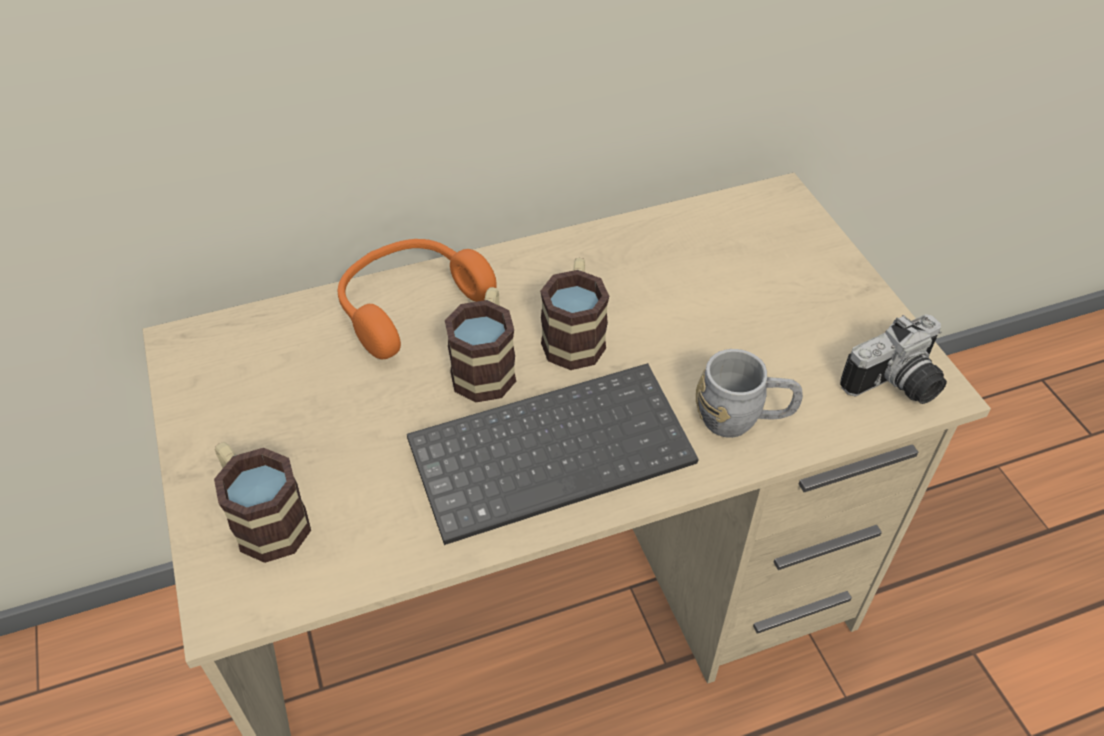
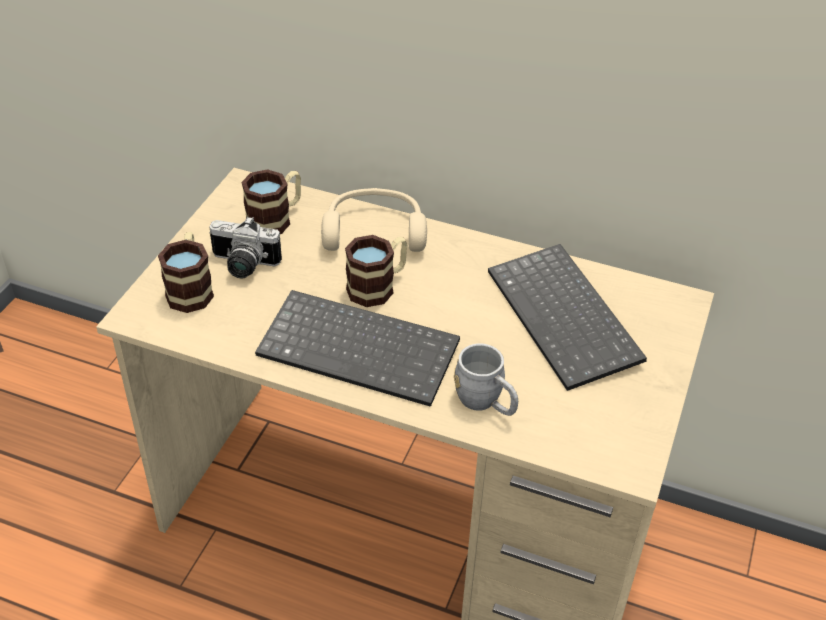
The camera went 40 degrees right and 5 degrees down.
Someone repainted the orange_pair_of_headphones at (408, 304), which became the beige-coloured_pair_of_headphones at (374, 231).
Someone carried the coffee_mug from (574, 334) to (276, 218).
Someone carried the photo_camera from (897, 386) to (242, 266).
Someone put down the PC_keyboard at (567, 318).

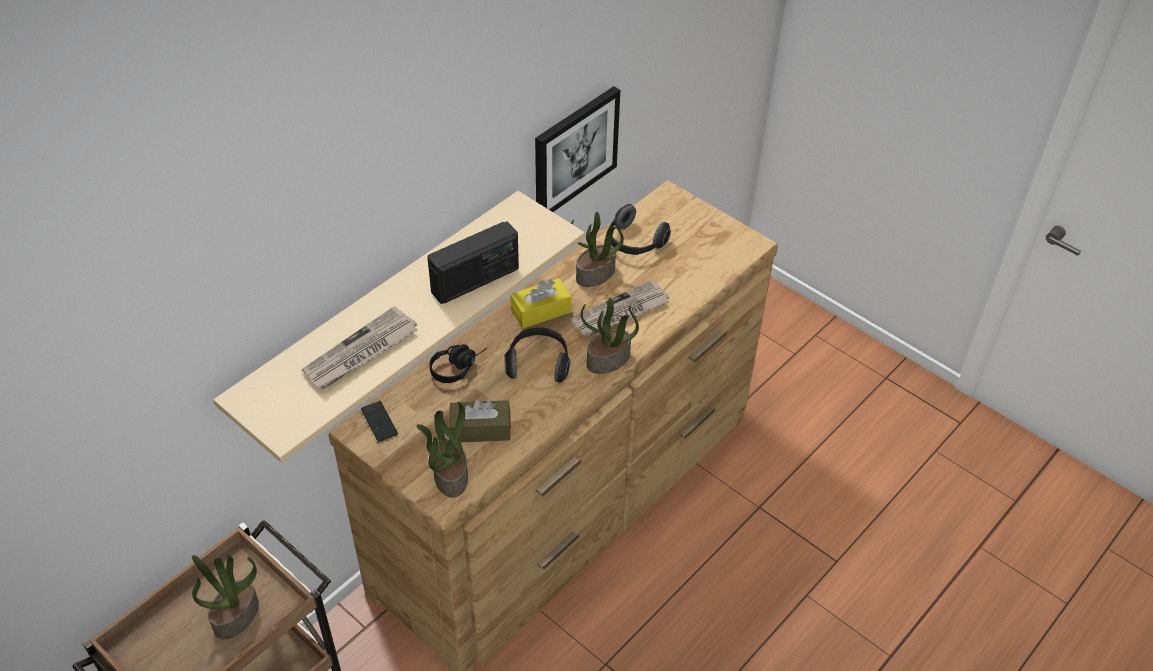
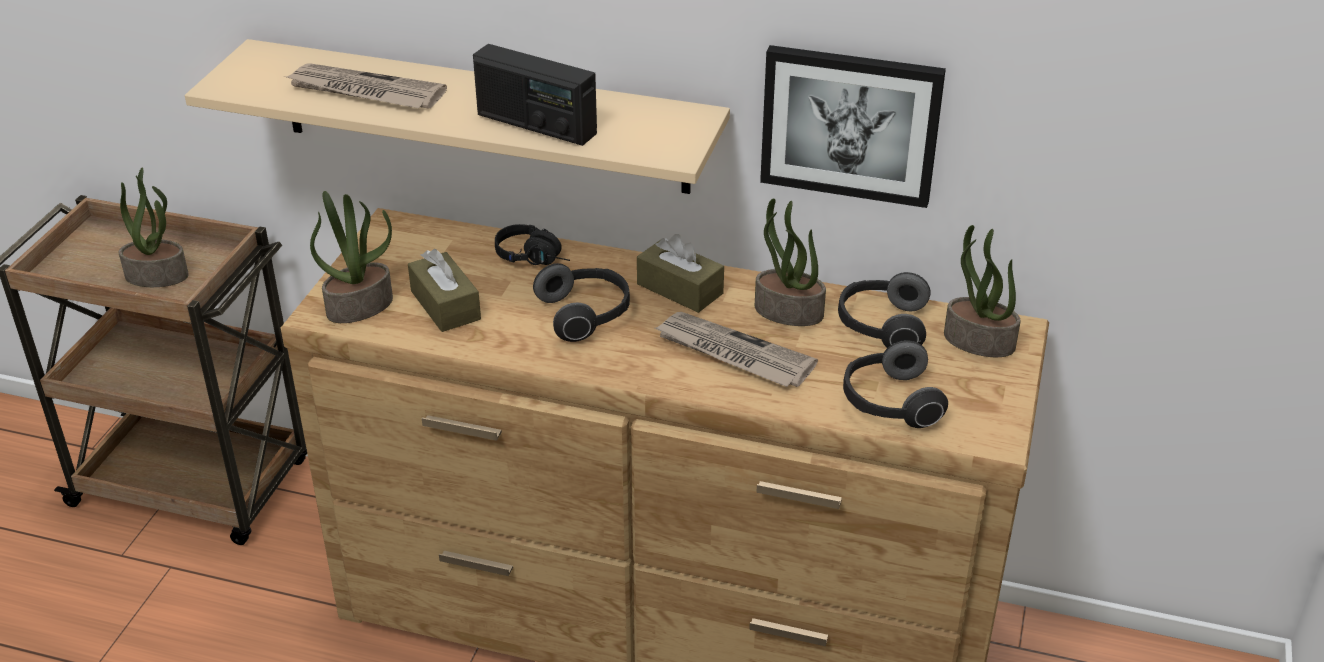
The camera went 65 degrees right and 10 degrees down.
Someone repainted the yellow-coloured_tissue_box at (540, 311), which became the brown_tissue_box at (680, 289).
Someone carried the houseplant from (608, 360) to (977, 342).
Someone took away the phone at (379, 422).
Someone put down the pair_of_headphones at (889, 403).

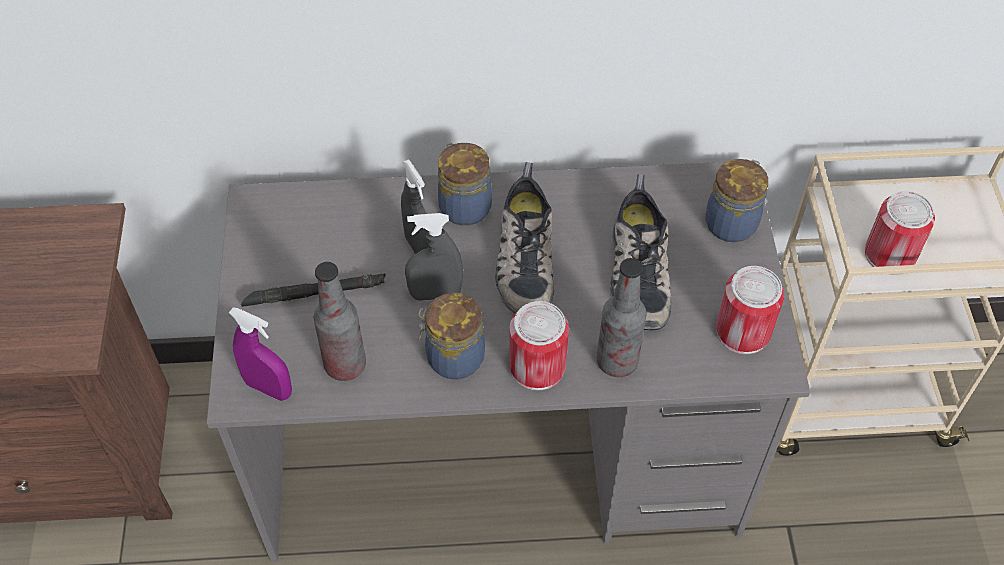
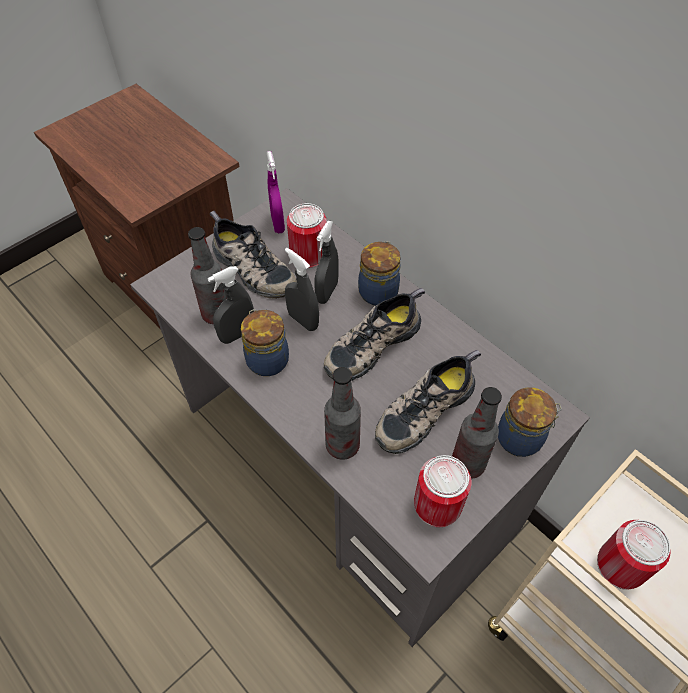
The camera went 50 degrees right and 0 degrees up.
Someone swapped the blackish_torch at (314, 293) for the item_of_footwear at (251, 269).
Someone carried the can from (537, 366) to (308, 254).
Someone carried the purplish_spray_bottle from (269, 388) to (277, 223).
Someone put down the gray_spray_bottle at (237, 334).
Someone put down the beverage_bottle at (467, 464).

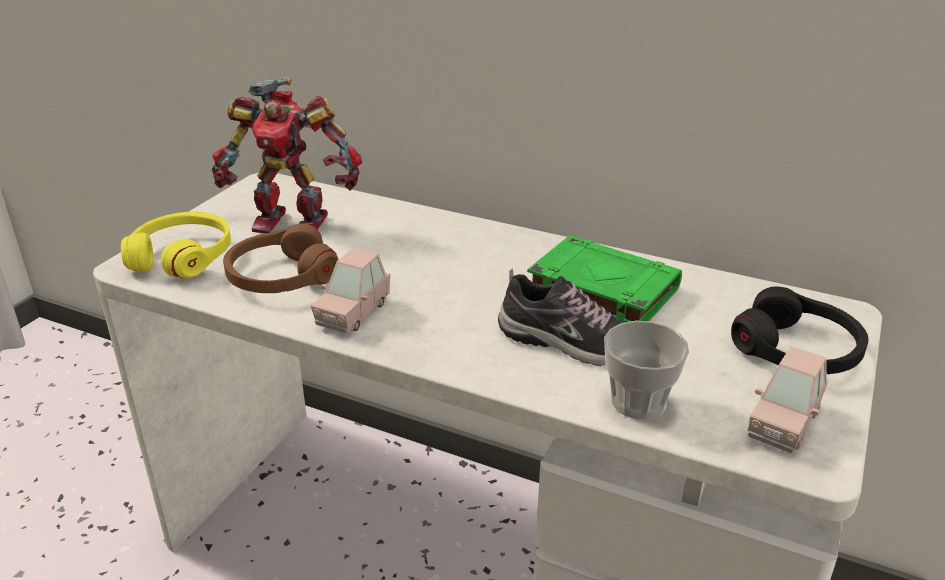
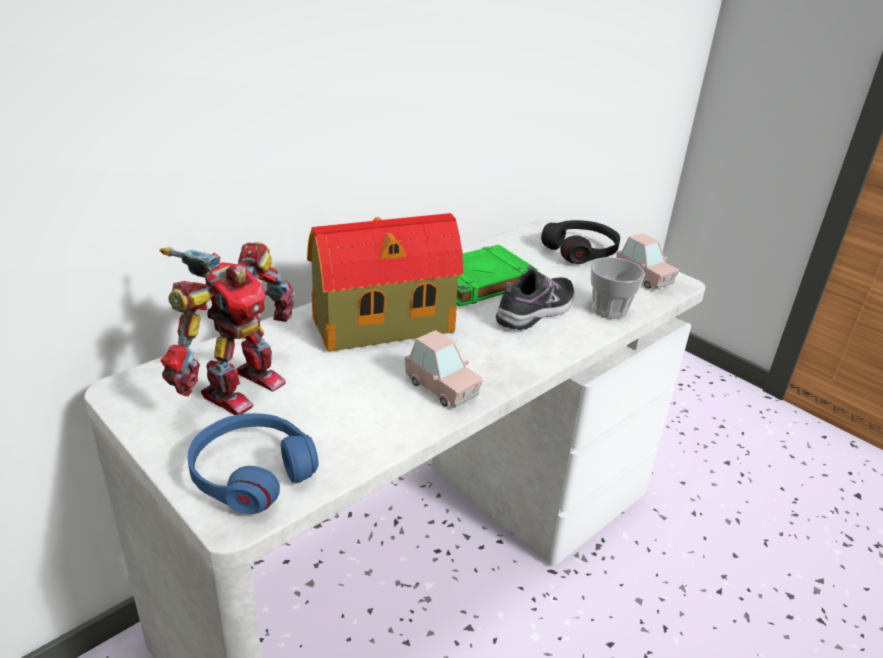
The camera went 70 degrees left and 0 degrees up.
Someone repainted the yellow-coloured_pair_of_headphones at (182, 257), which became the bluish_pair_of_headphones at (251, 473).
Someone took away the brown_pair_of_headphones at (281, 277).
Someone put down the miniature_house at (380, 326).

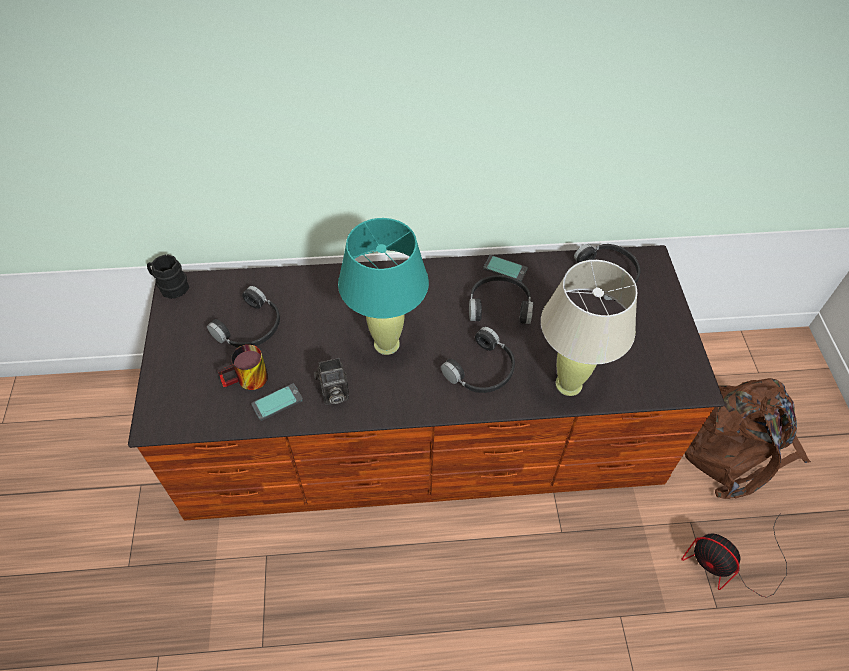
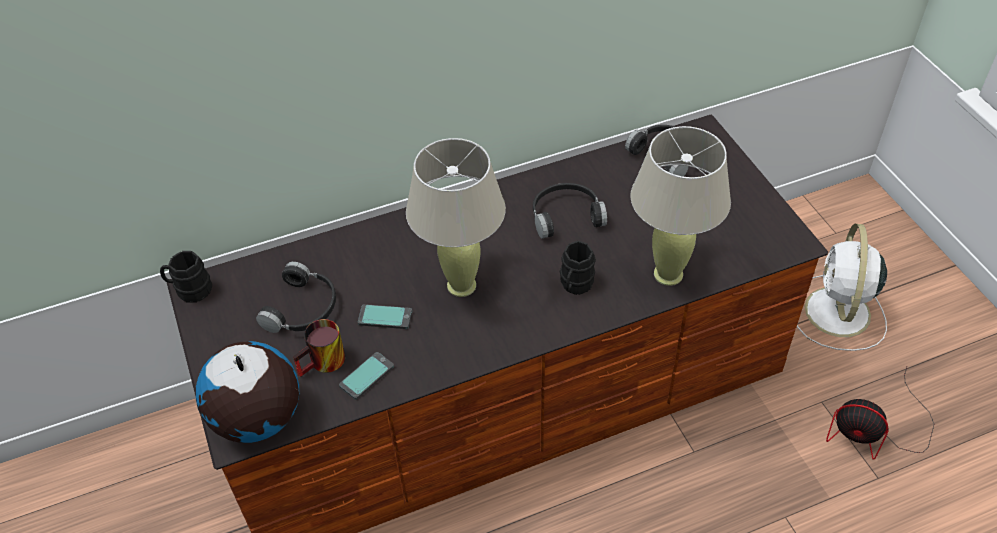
The camera went 15 degrees left and 5 degrees down.
Someone repainted the blue-green_lamp_for_a_table at (386, 343), which became the beige-coloured_lamp_for_a_table at (461, 285).
Someone carried the phone from (505, 269) to (385, 317).
Someone swapped the blackish_pair_of_headphones at (482, 371) for the blackish_coffee_mug at (575, 285).
Someone took away the photo_camera at (333, 394).
Someone swapped the brown_knapsack at (733, 447) for the white_electric_fan at (837, 314).
Someone put down the globe at (257, 419).

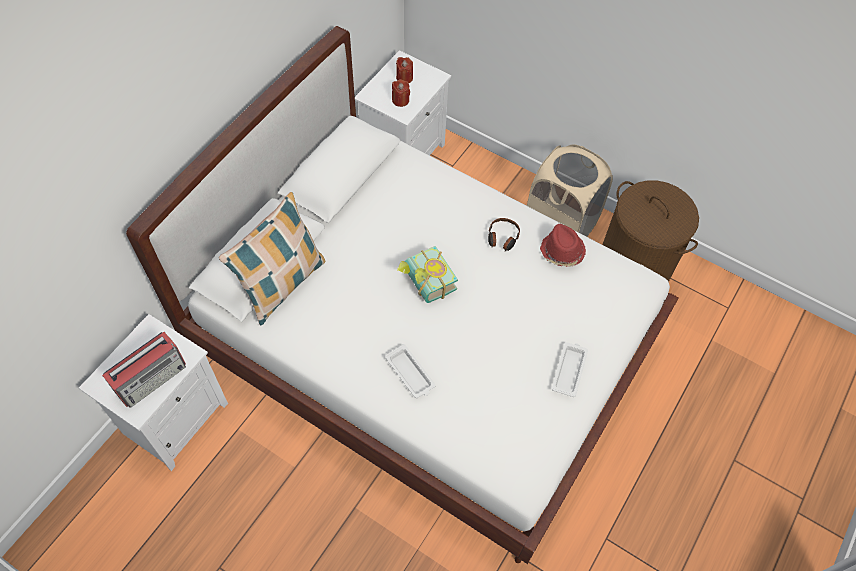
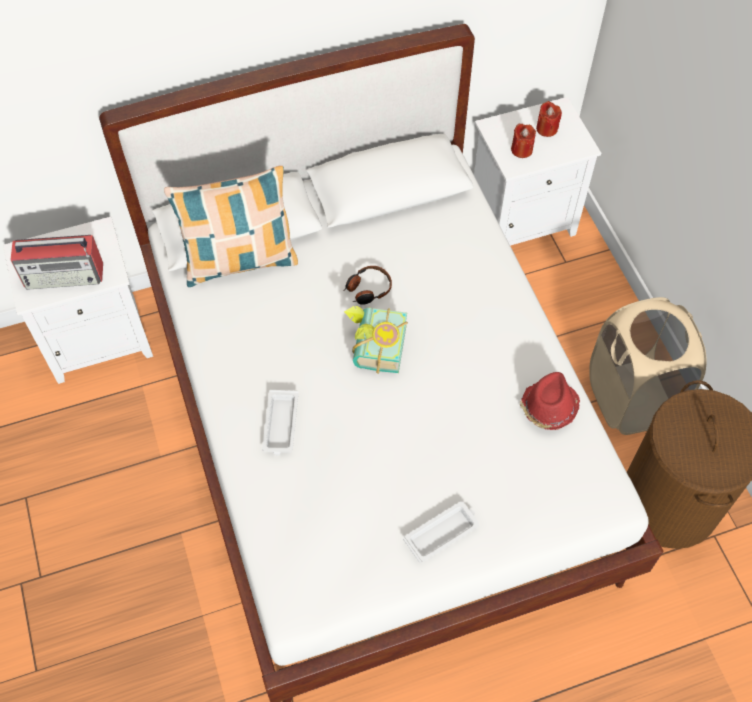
The camera went 40 degrees right and 0 degrees up.
Someone carried the pair_of_headphones from (502, 238) to (368, 289).

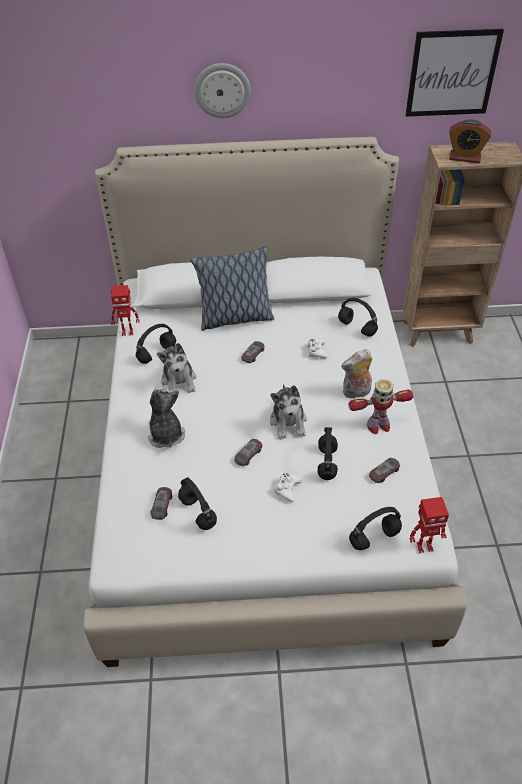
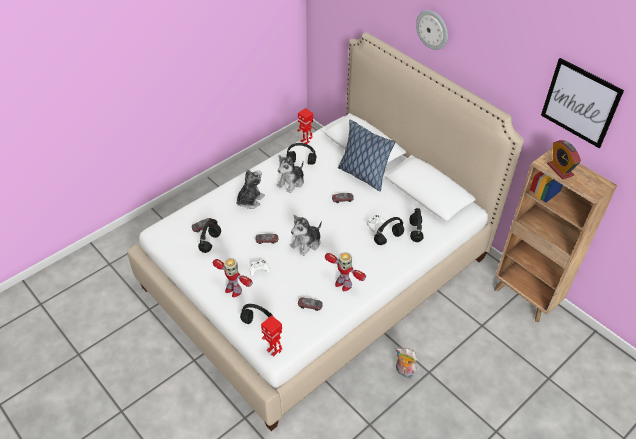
The camera went 50 degrees right and 0 degrees up.
Someone carried the plush_toy from (356, 393) to (404, 372).
Someone carried the blackish_pair_of_headphones from (327, 463) to (388, 239).
Someone put down the model_robot at (233, 290).

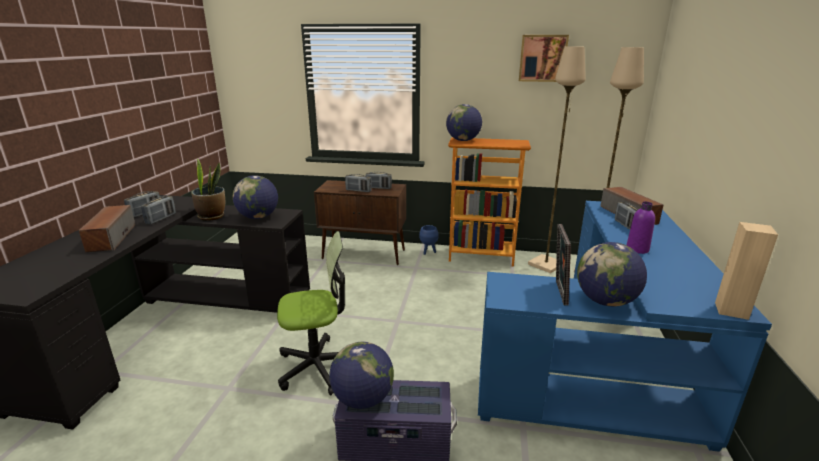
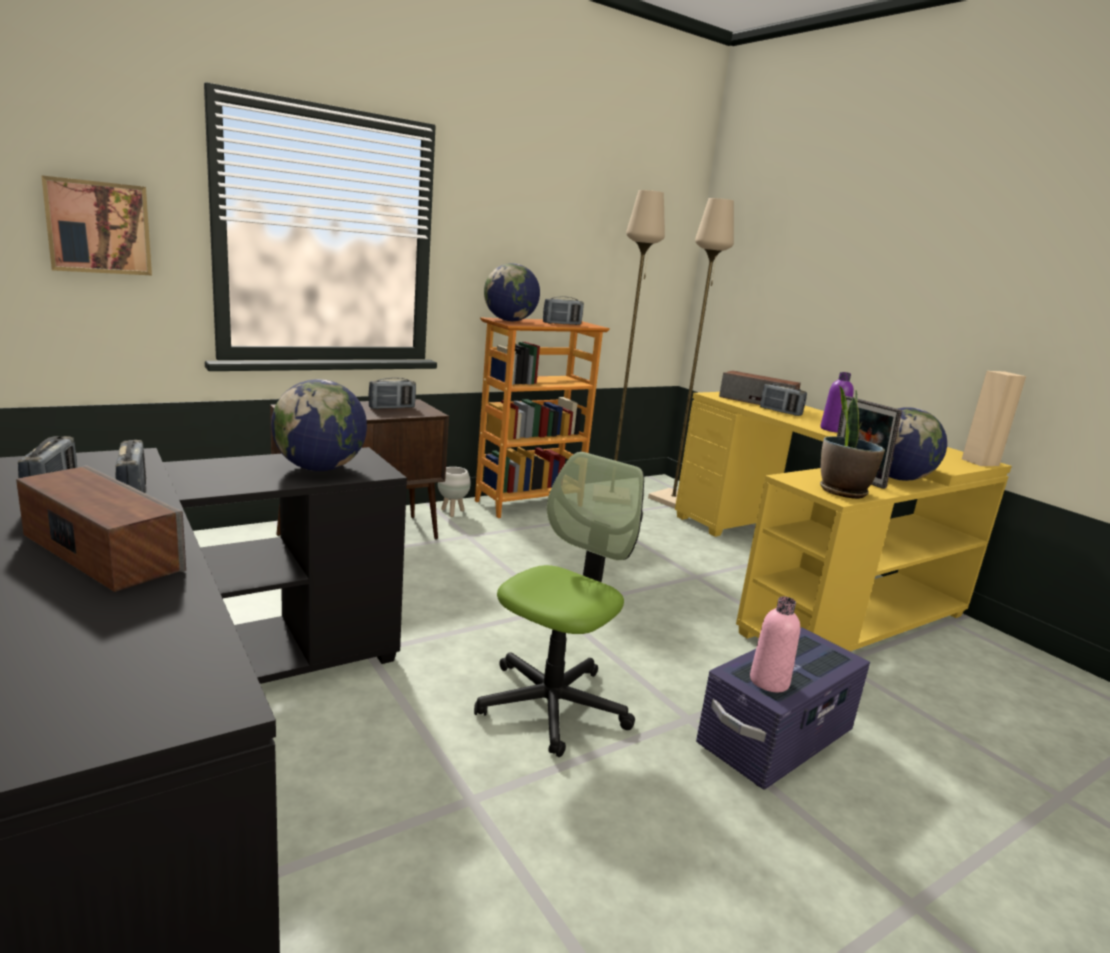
The camera went 45 degrees left and 5 degrees down.
Someone carried the wall_picture from (542, 58) to (98, 227).
Someone carried the houseplant from (212, 216) to (842, 491).
Someone carried the radio_set from (358, 191) to (562, 324).
Someone repainted the bluish_desk_table at (608, 364), which became the yellow-coloured_desk_table at (807, 578).
Someone repainted the bluish_plant_pot at (428, 252), which became the white_plant_pot at (452, 512).
Someone swapped the globe at (363, 399) for the pinkish_beverage_bottle at (769, 681).

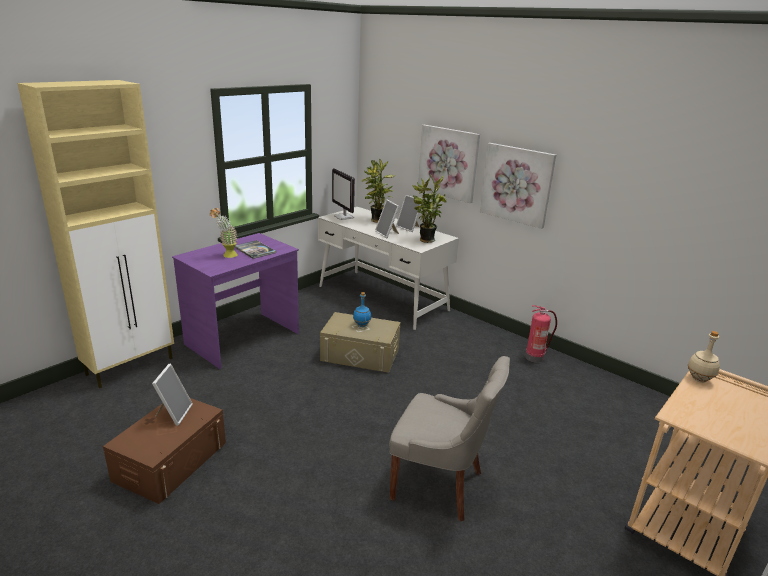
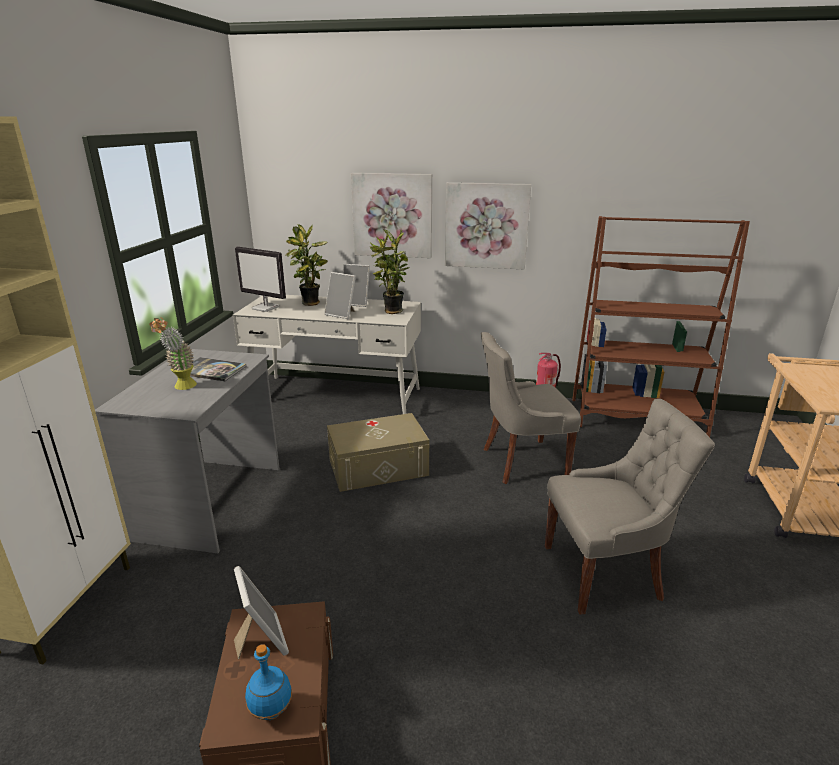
The camera went 30 degrees left and 0 degrees up.
Someone repainted the purplish_desk_table at (243, 339), which became the gray_desk_table at (212, 502).
Someone carried the bluish_beverage_bottle from (362, 325) to (272, 710).
Someone took away the beige-coloured_beverage_bottle at (699, 379).
Someone put down the brown_bookshelf at (636, 418).
Someone put down the gray_upright_chair at (521, 462).

